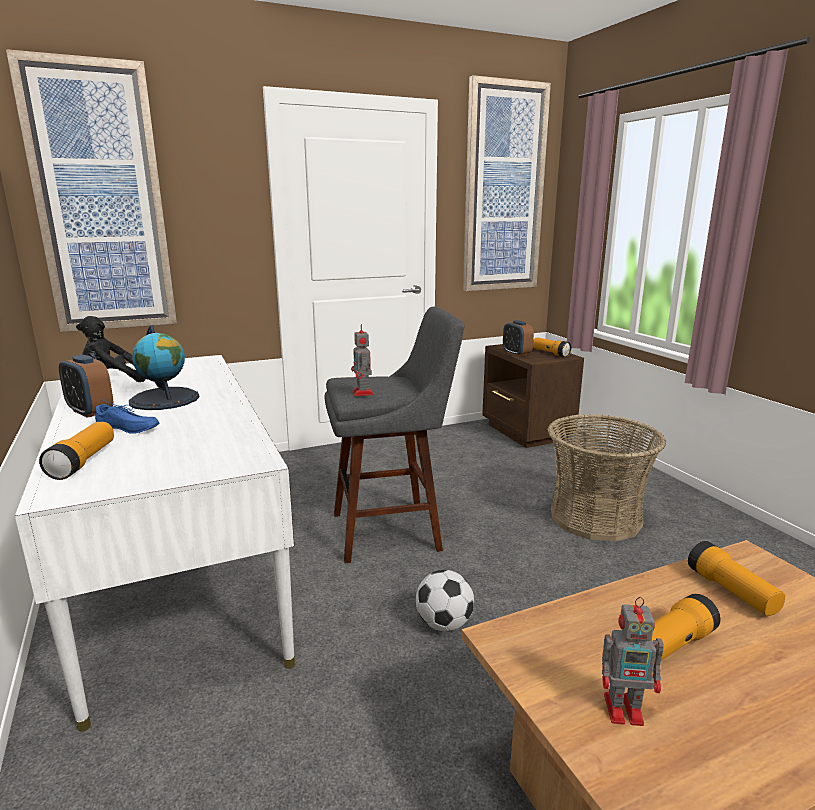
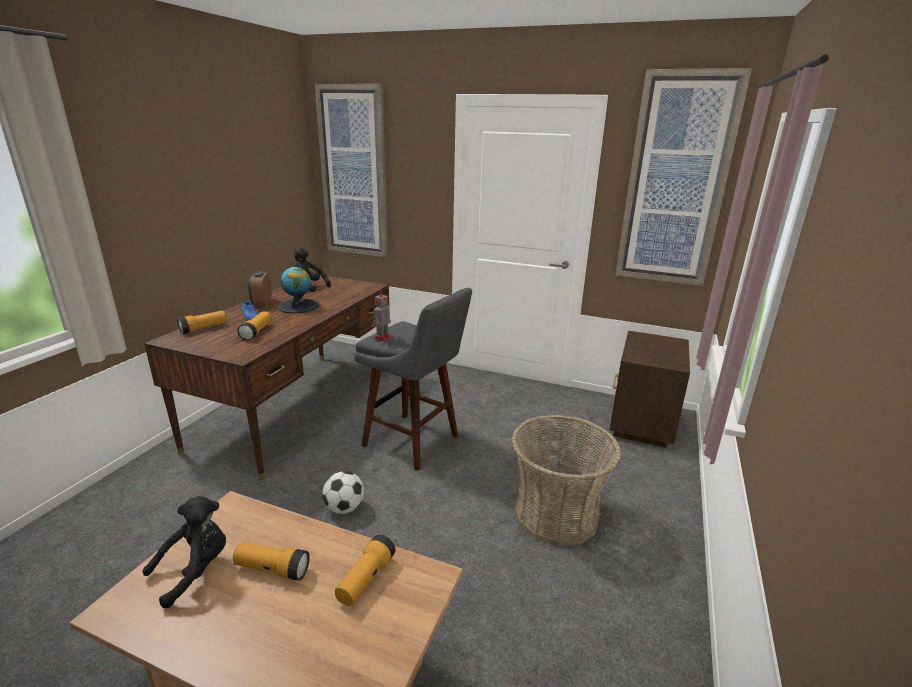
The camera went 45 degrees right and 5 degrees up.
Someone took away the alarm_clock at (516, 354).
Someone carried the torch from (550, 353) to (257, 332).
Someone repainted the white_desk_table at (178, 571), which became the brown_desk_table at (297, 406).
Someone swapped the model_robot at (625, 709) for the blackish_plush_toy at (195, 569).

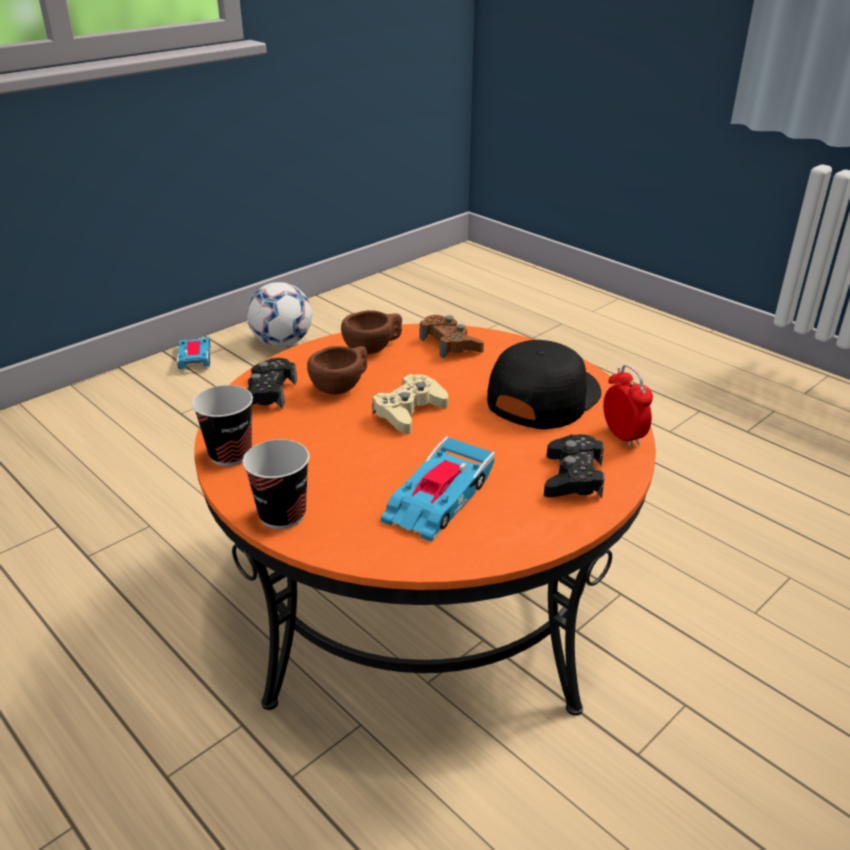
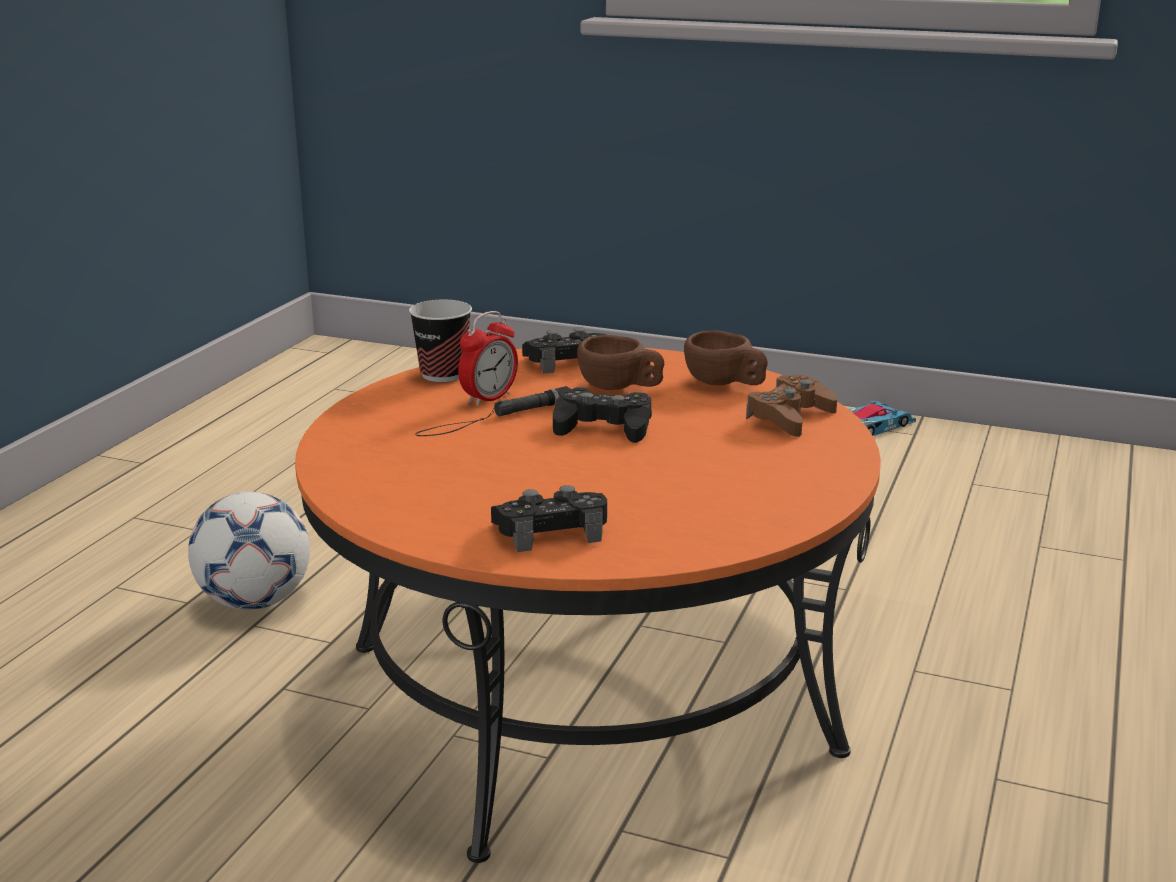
The camera went 65 degrees right and 10 degrees down.
Someone carried the football_ball from (282, 343) to (255, 602).
Someone took away the blackish_baseball_cap at (542, 396).
Someone carried the alarm_clock from (623, 436) to (489, 398).
Someone repainted the beige-coloured_gamepad at (409, 411), which became the blackish_gamepad at (603, 427).
Someone took away the model_car at (439, 497).
Someone took away the small_cup at (282, 515).
Someone put down the blackish_torch at (494, 418).

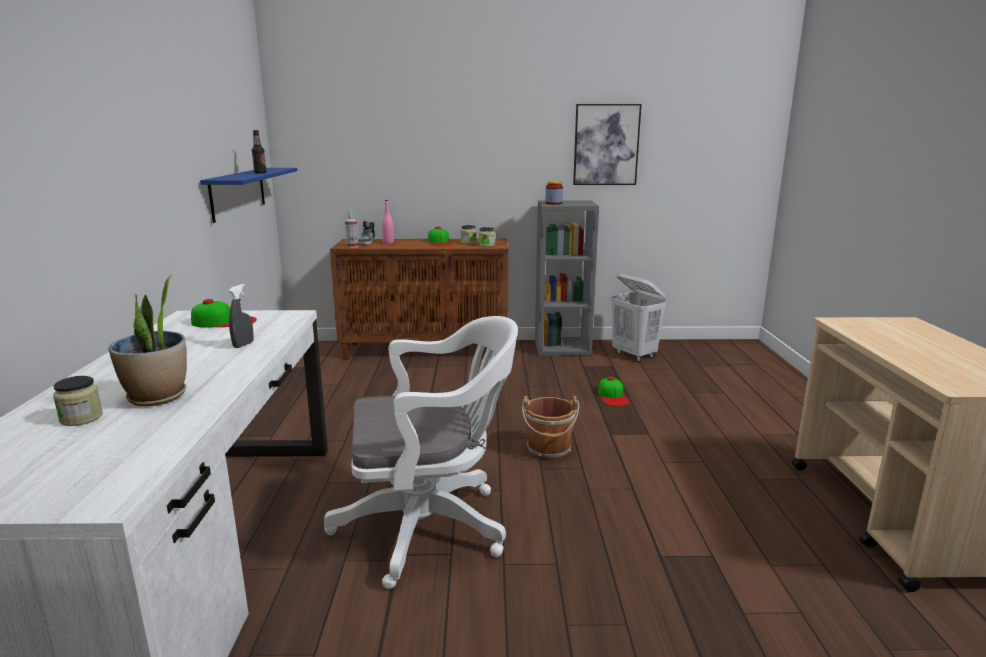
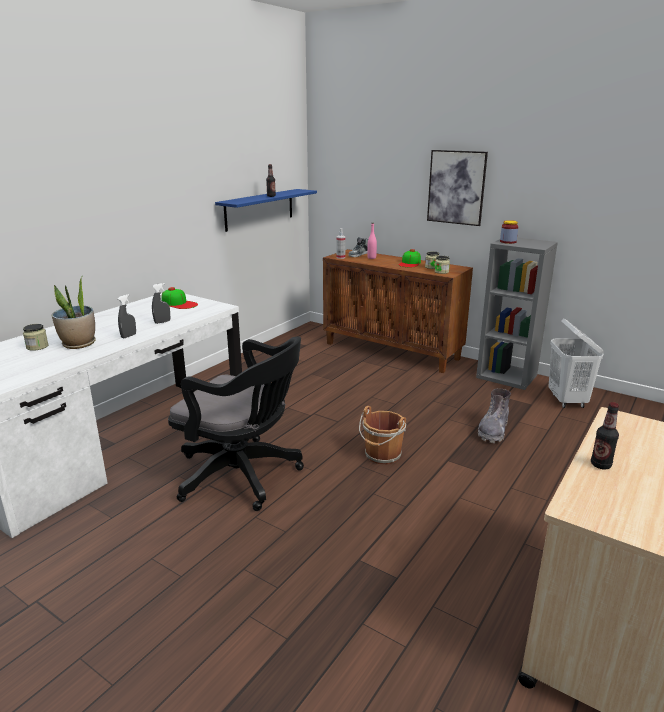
The camera went 35 degrees right and 5 degrees up.
Someone carried the wall_picture from (606, 145) to (456, 187).
Someone repainted the white_desk_chair at (430, 526), which became the blackish_desk_chair at (243, 476).
Someone swapped the baseball_cap at (613, 396) for the gray_boot at (493, 430).
Someone put down the gray_spray_bottle at (128, 336).
Someone put down the beverage_bottle at (600, 465).

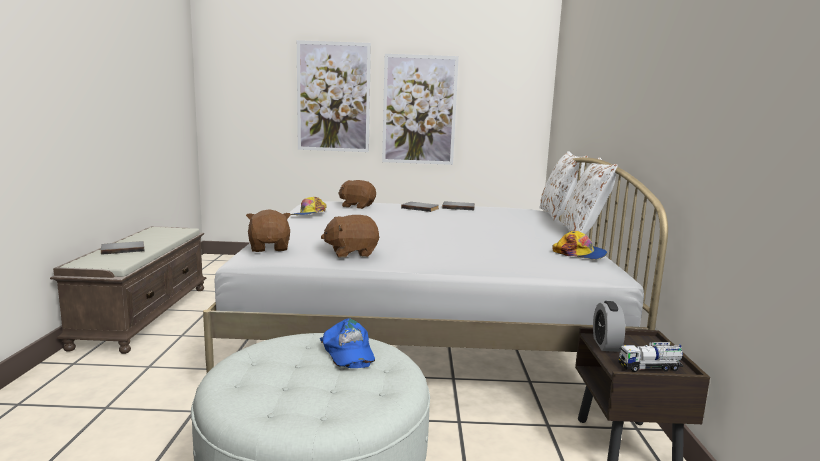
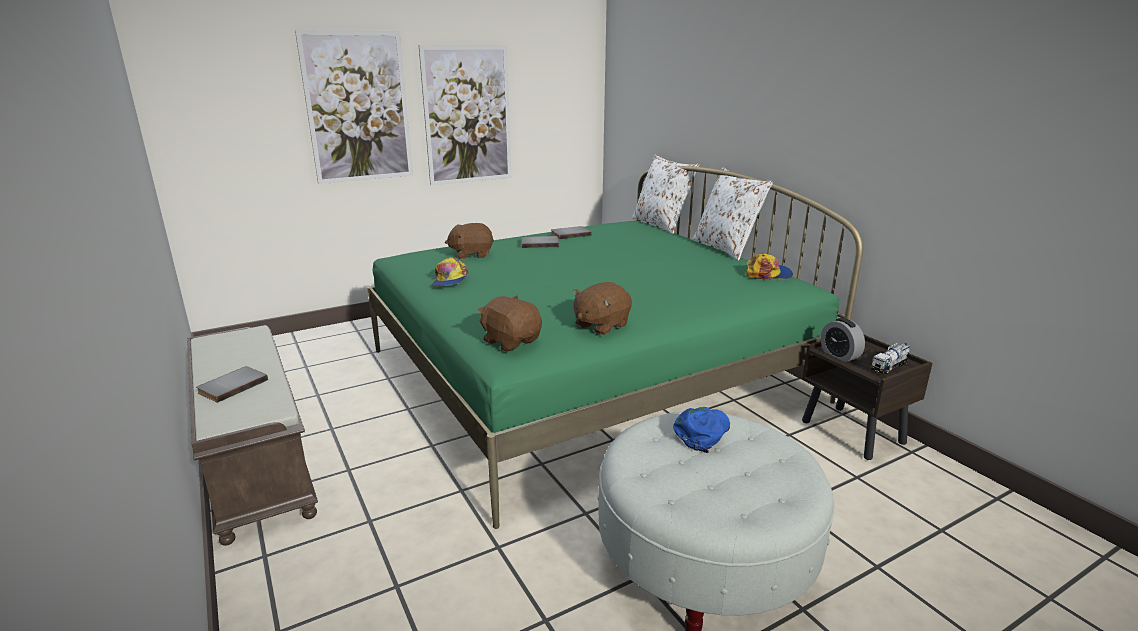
The camera went 30 degrees left and 10 degrees up.
Someone repainted the white_bed at (423, 328), which became the green-coloured_bed at (588, 375).
Someone rotated the bluish_baseball_cap at (348, 351) by 90 degrees counterclockwise.

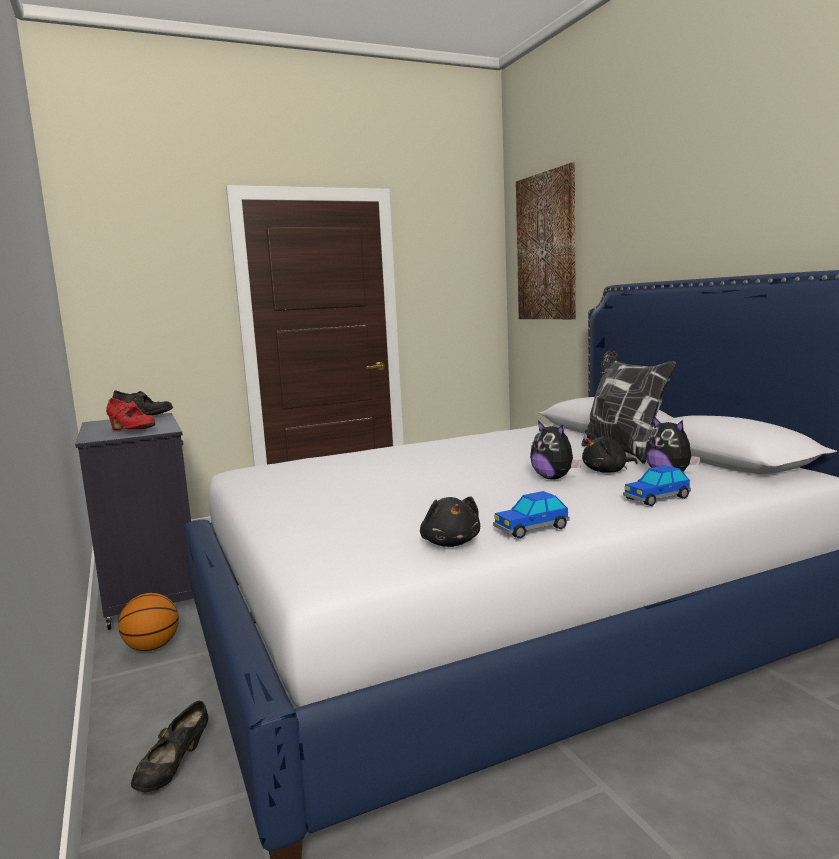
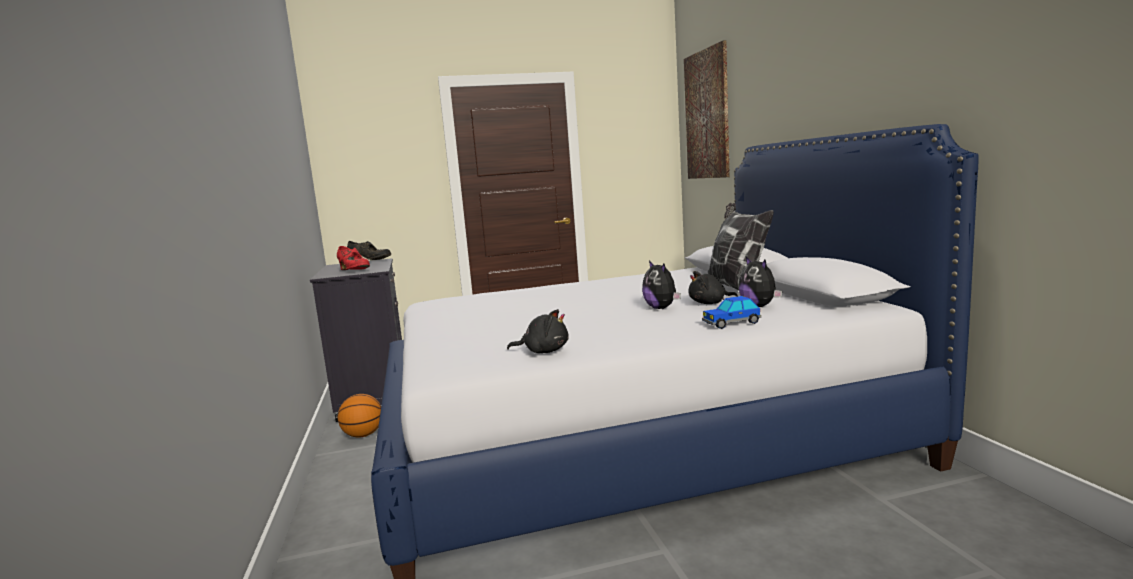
The camera went 10 degrees right and 0 degrees up.
Someone took away the model_car at (531, 529).
Someone rotated the blackish_plush_toy at (450, 543) by 75 degrees counterclockwise.
Someone took away the blackish_item_of_footwear at (173, 768).

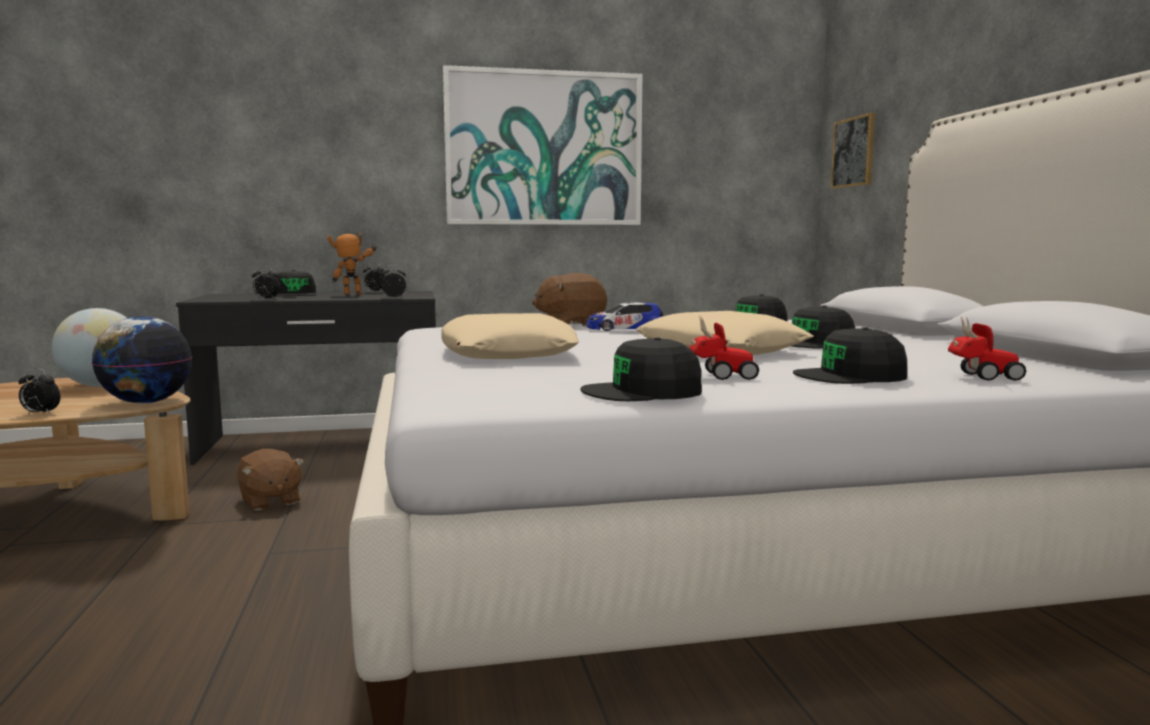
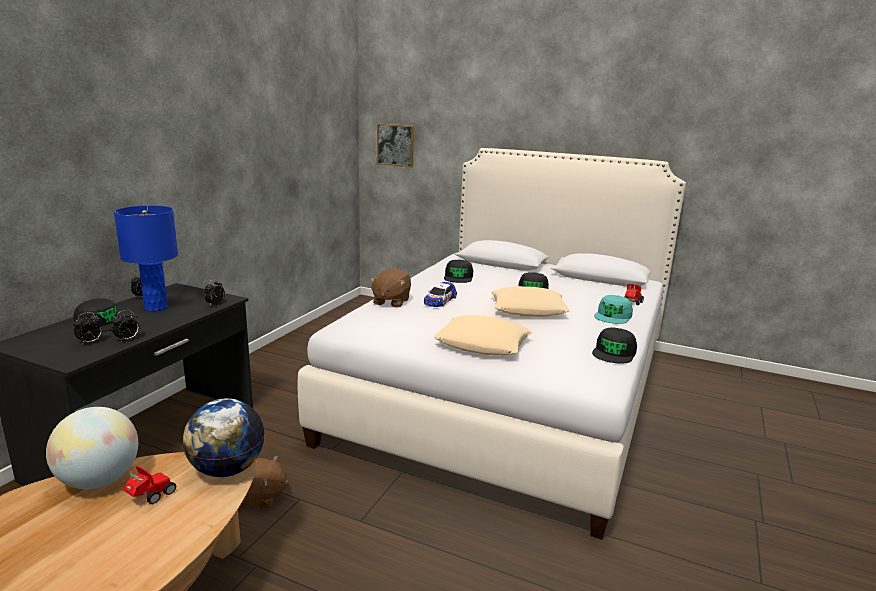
The camera went 55 degrees left and 10 degrees up.
Someone took away the wall_picture at (544, 149).
Someone swapped the model_robot at (355, 294) for the bluish_lamp_for_a_table at (156, 308).
Someone carried the model_car from (721, 376) to (150, 497).
Someone repainted the blackish_baseball_cap at (851, 376), which became the blue-green_baseball_cap at (613, 316).
Someone carried the alarm_clock from (40, 414) to (90, 342).

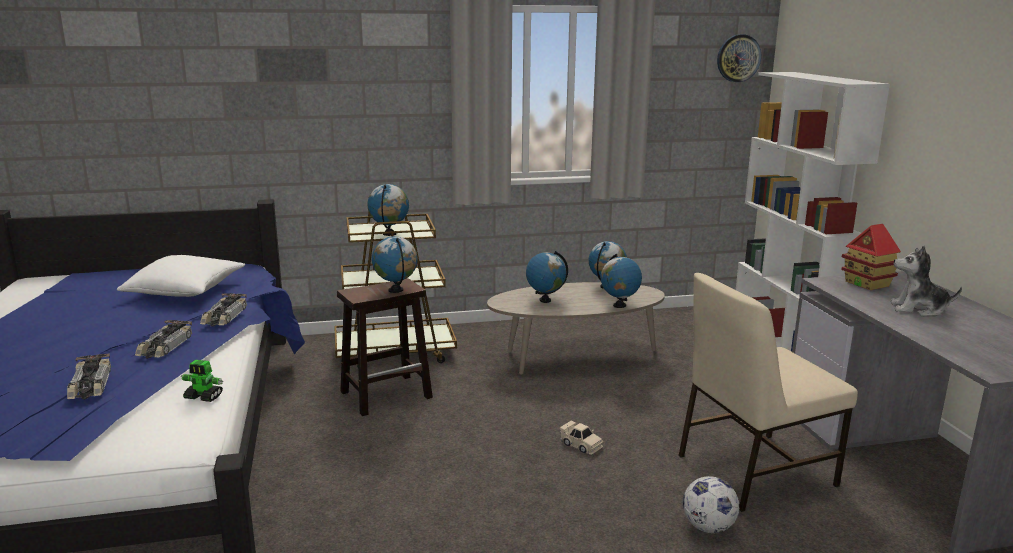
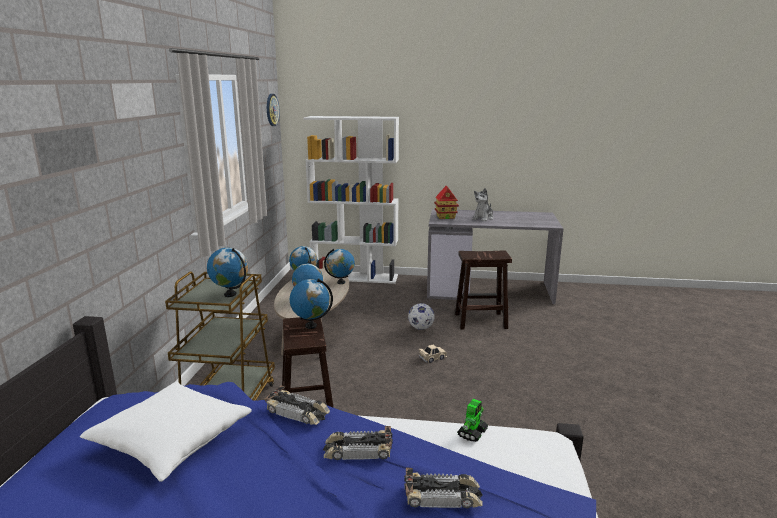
The camera went 70 degrees left and 0 degrees up.
Someone swapped the beige-coloured_upright_chair at (752, 470) for the brown_stool at (479, 321).
Someone rotated the model_car at (164, 346) by 150 degrees clockwise.
Someone carried the football_ball from (708, 527) to (421, 328).

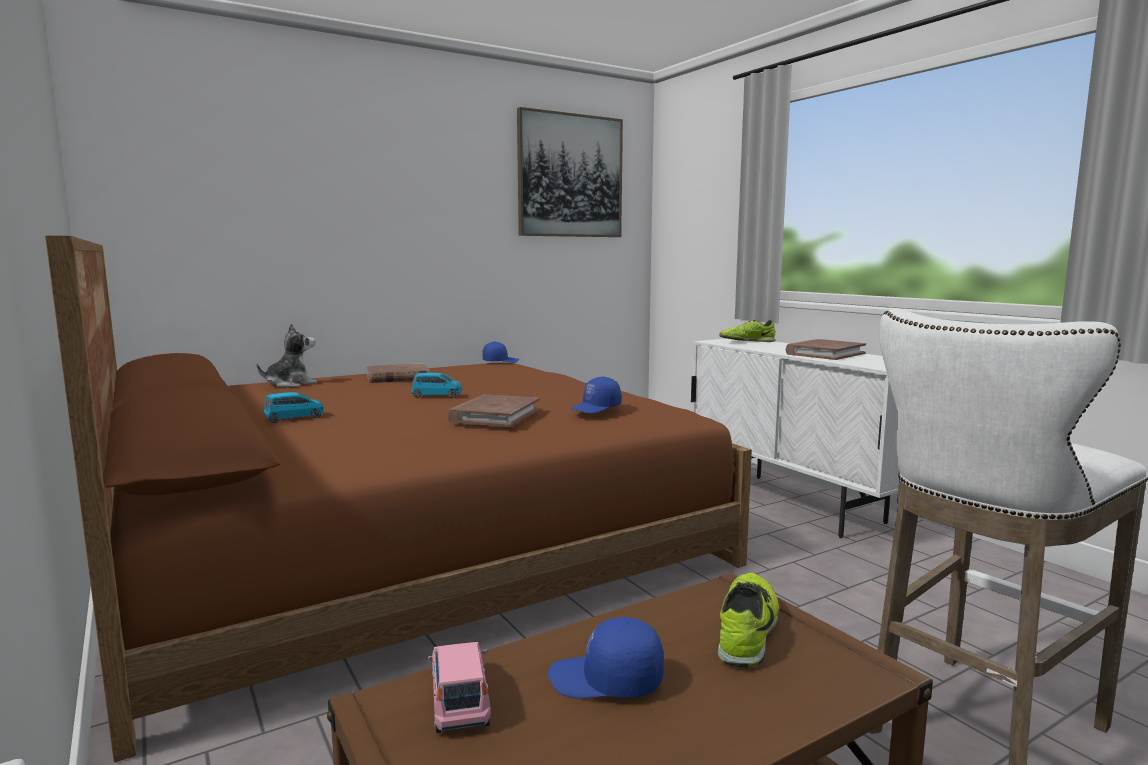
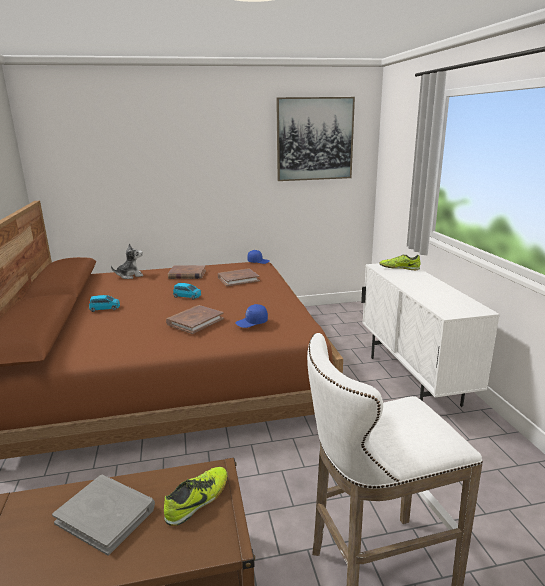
The camera went 20 degrees right and 10 degrees up.
Someone carried the brown_volume from (825, 353) to (238, 279).
Someone swapped the bluish_baseball_cap at (606, 681) for the gray_volume at (106, 515).
Someone took away the pinkish_model_car at (459, 699).

